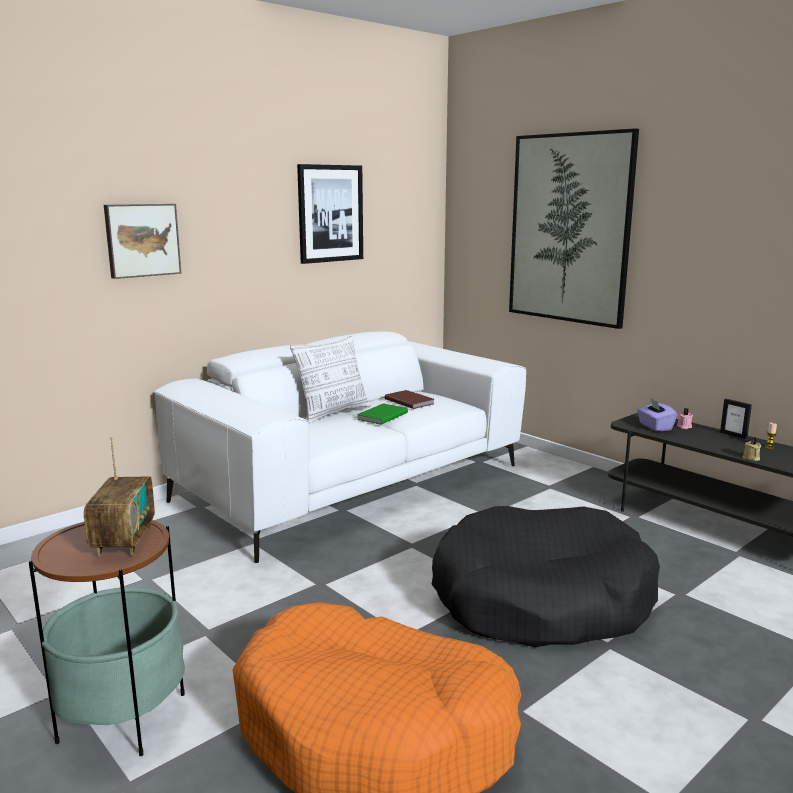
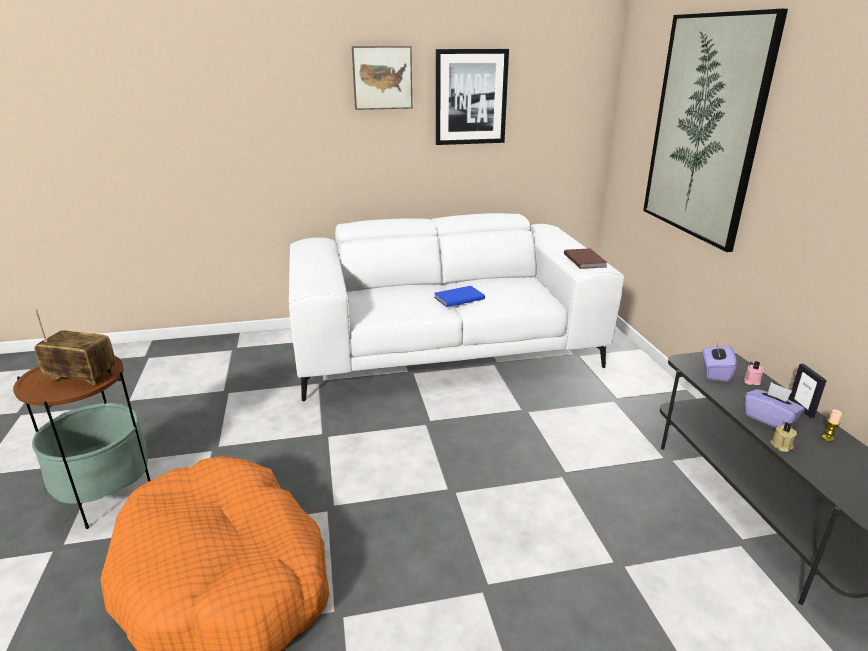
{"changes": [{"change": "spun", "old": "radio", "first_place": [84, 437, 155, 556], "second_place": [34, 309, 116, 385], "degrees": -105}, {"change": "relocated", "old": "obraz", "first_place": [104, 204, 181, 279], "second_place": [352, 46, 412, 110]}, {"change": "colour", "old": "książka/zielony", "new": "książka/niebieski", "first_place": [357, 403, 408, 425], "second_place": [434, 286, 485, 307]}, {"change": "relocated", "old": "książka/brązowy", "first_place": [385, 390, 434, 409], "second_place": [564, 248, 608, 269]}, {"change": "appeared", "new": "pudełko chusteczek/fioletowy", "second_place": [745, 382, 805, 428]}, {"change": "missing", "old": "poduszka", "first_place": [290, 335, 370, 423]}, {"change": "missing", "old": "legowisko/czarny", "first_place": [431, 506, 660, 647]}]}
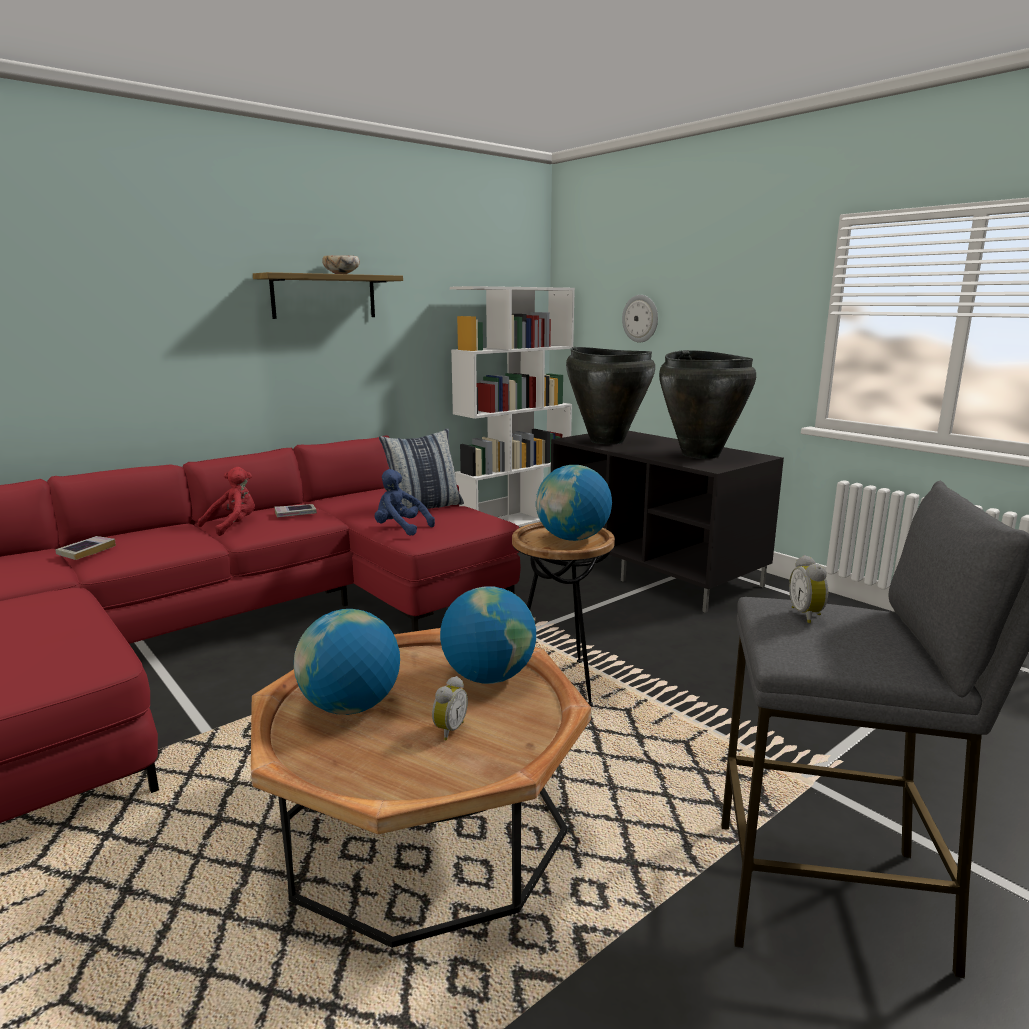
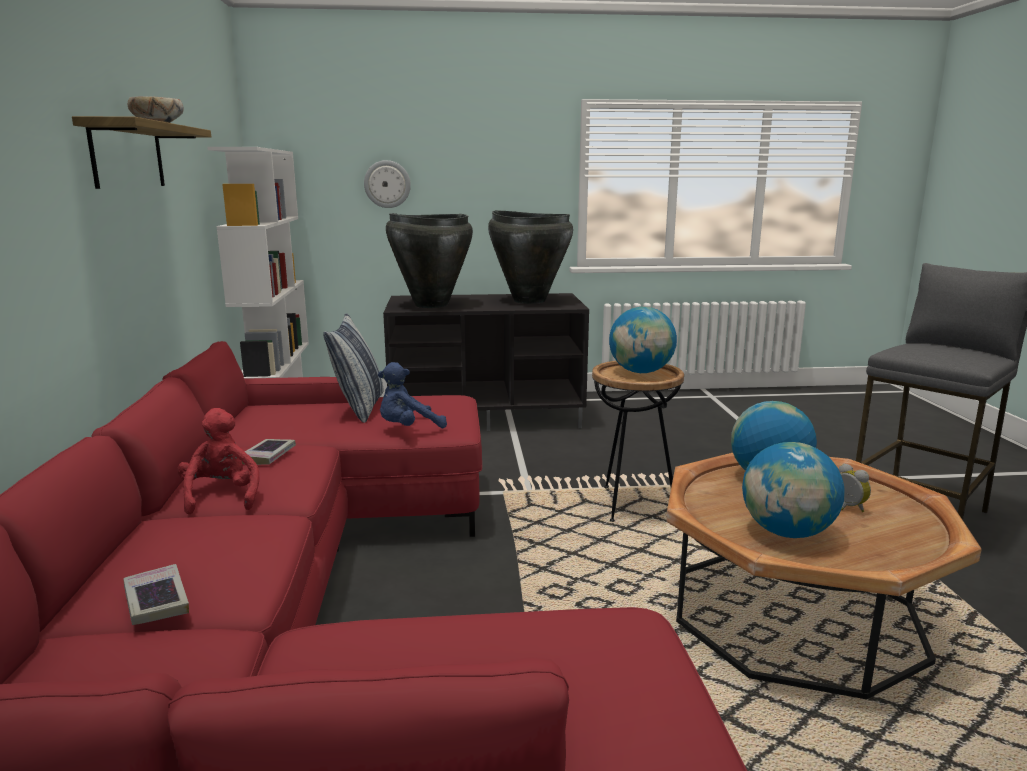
{"changes": [{"change": "missing", "old": "budzik", "first_place": [789, 555, 828, 623]}]}
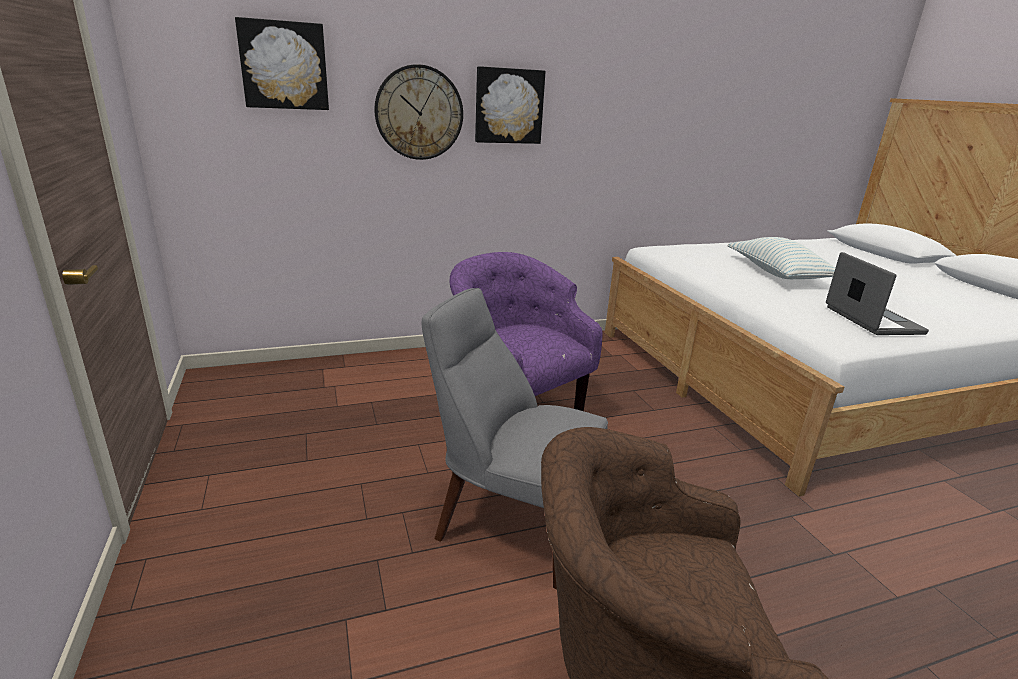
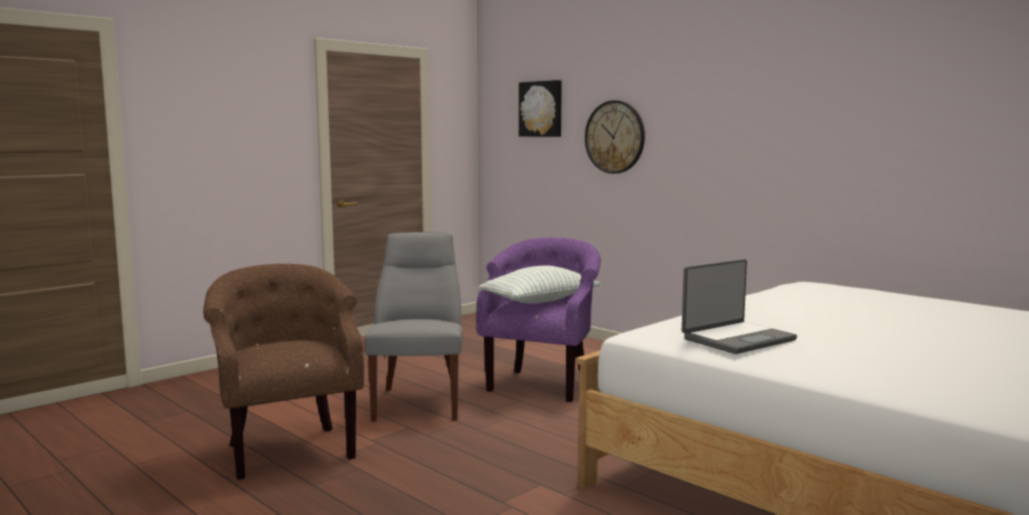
{"changes": [{"change": "relocated", "old": "poduszka", "first_place": [727, 237, 835, 279], "second_place": [479, 265, 601, 304]}, {"change": "missing", "old": "obraz", "first_place": [475, 66, 546, 144]}]}
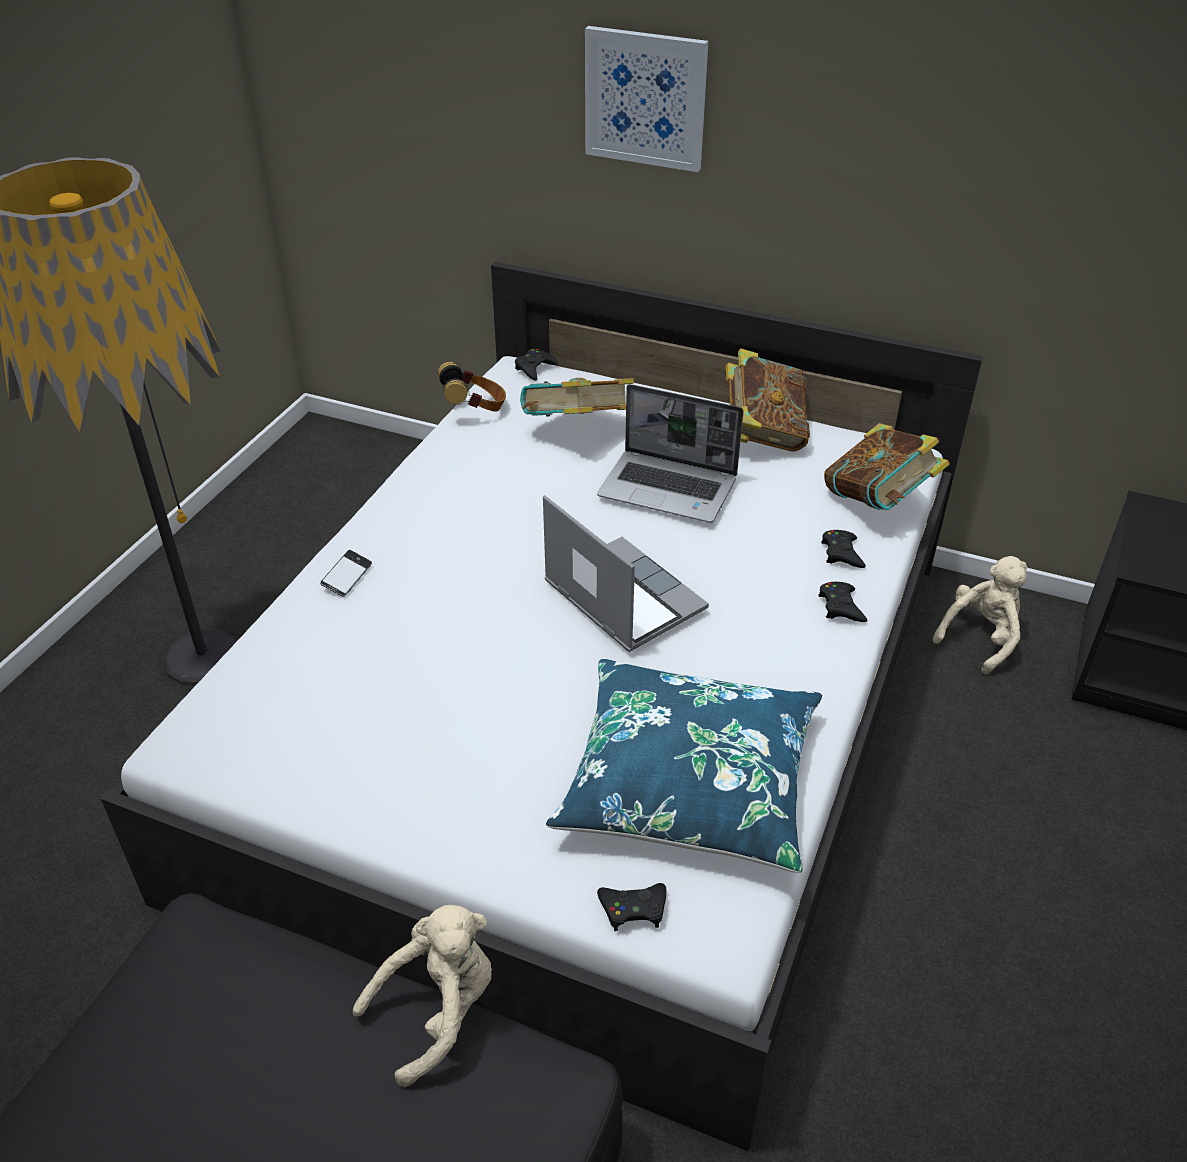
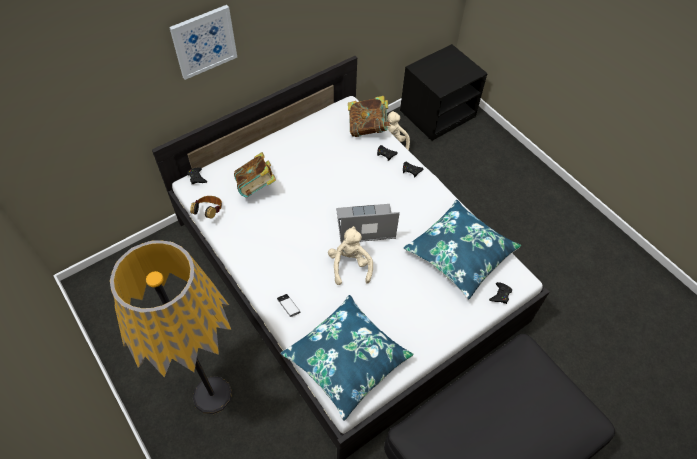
{"changes": [{"change": "appeared", "new": "poduszka/niebieski", "second_place": [281, 295, 414, 421]}, {"change": "relocated", "old": "pluszak/beżowy", "first_place": [353, 905, 492, 1087], "second_place": [328, 226, 373, 285]}, {"change": "missing", "old": "laptop", "first_place": [597, 384, 743, 523]}, {"change": "missing", "old": "książka", "first_place": [726, 348, 810, 452]}]}
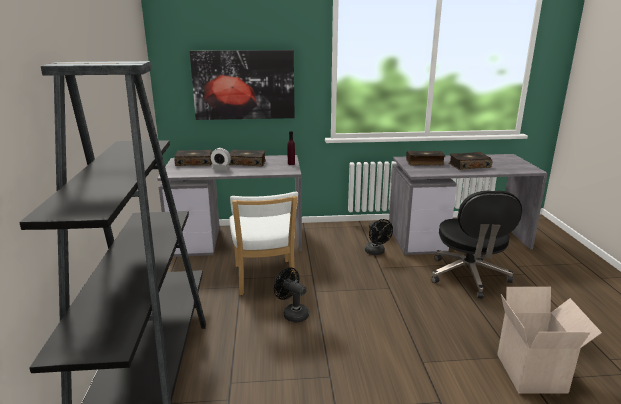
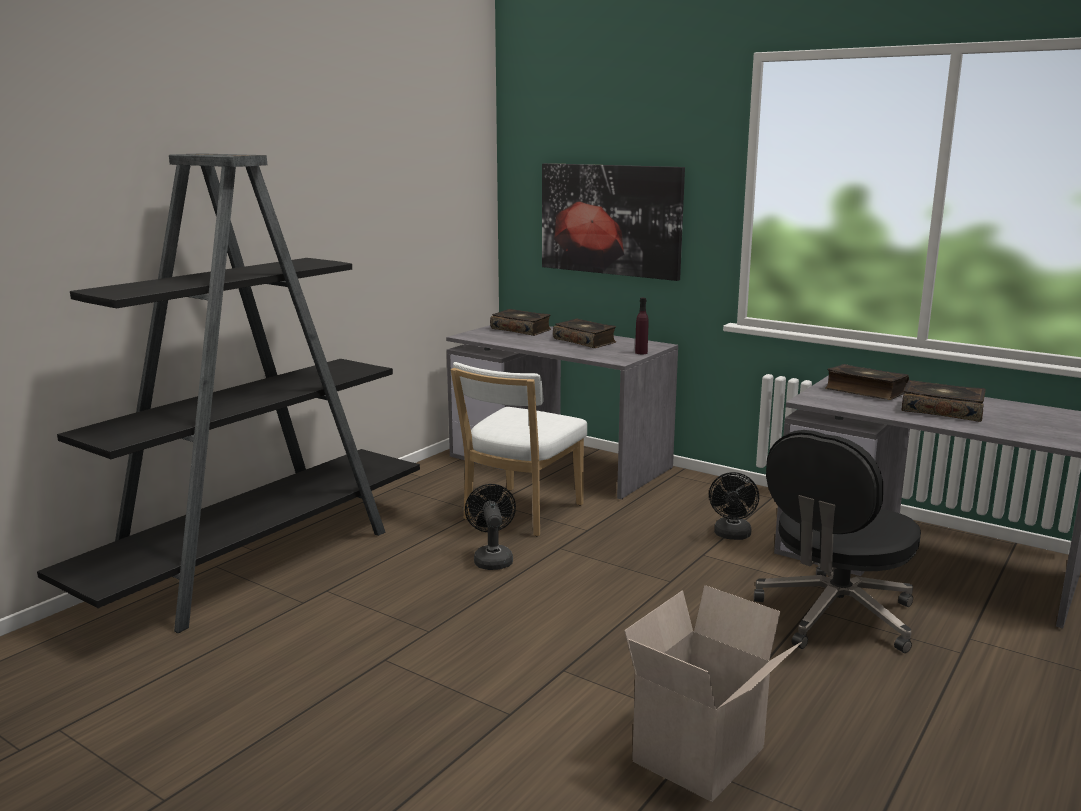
{"changes": [{"change": "missing", "old": "budzik", "first_place": [210, 148, 231, 171]}]}
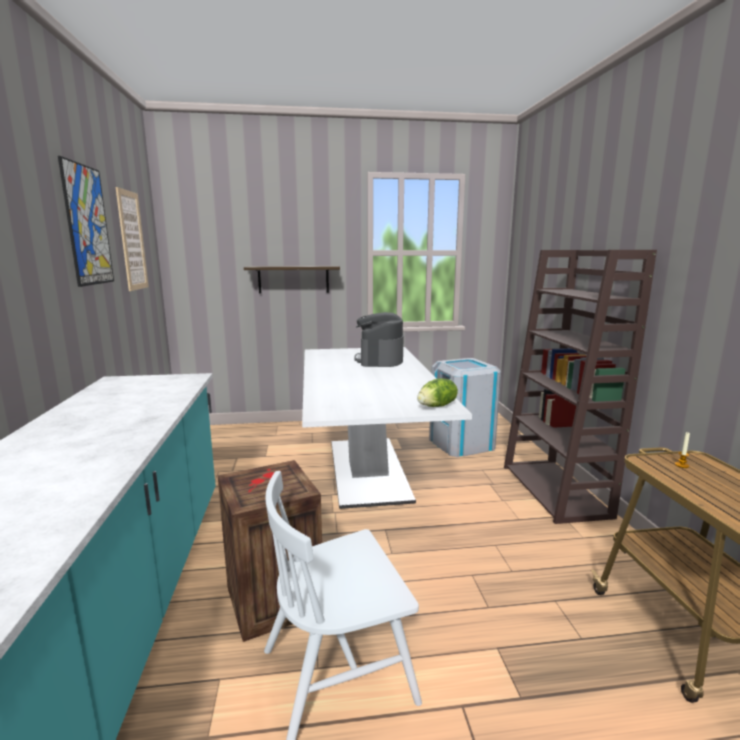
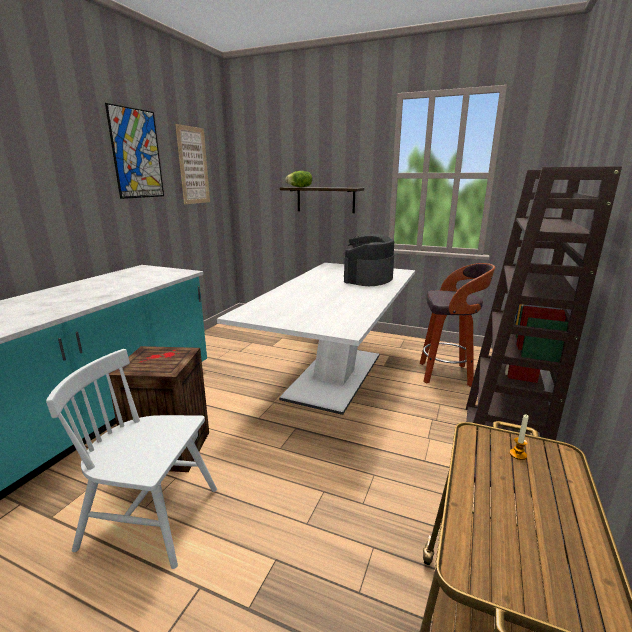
{"changes": [{"change": "relocated", "old": "sałata", "first_place": [417, 378, 458, 407], "second_place": [285, 171, 312, 187]}, {"change": "exchanged", "old": "kosz na śmieci/szary", "new": "stołek", "first_place": [429, 358, 501, 457], "second_place": [420, 263, 495, 387]}]}
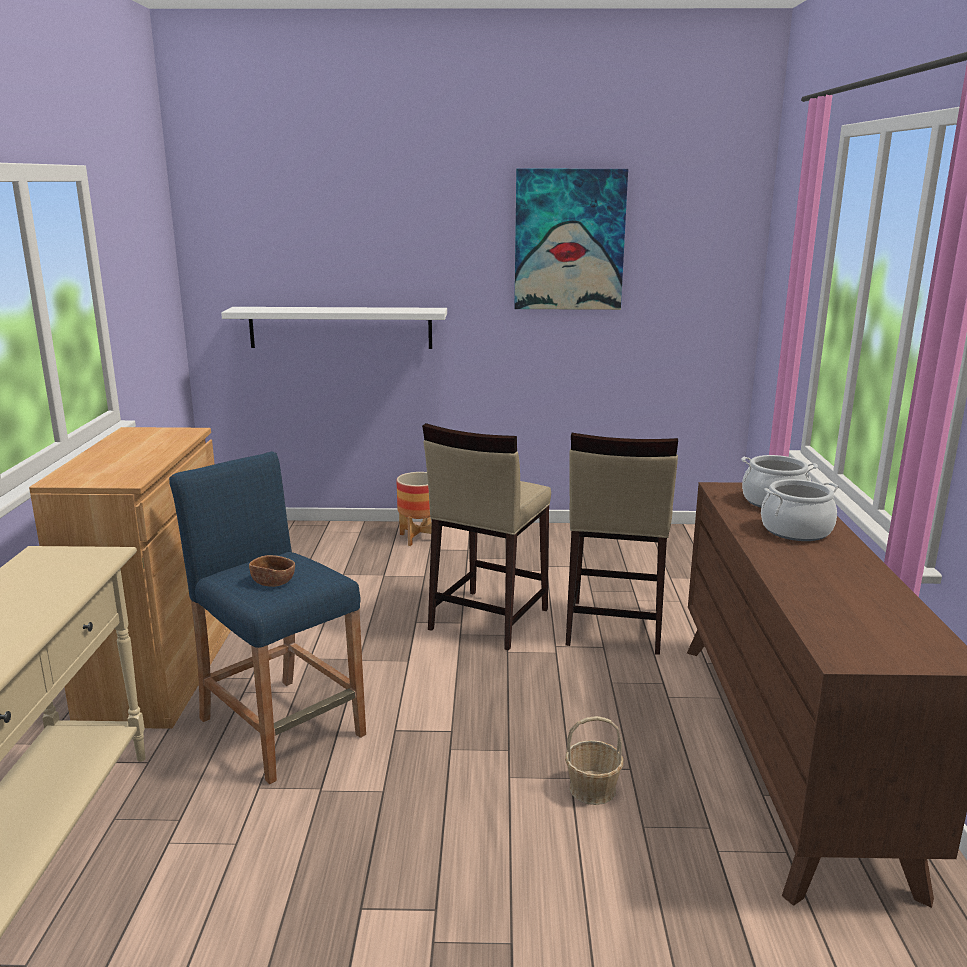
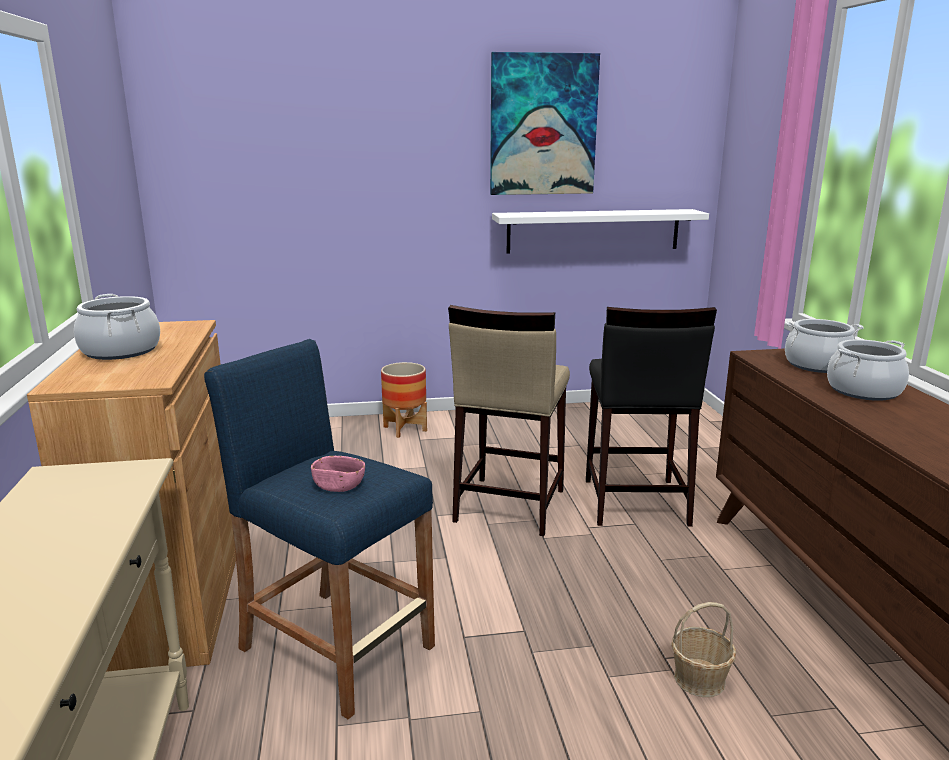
{"changes": [{"change": "appeared", "new": "garnek", "second_place": [74, 294, 160, 360]}, {"change": "colour", "old": "miska/brązowy", "new": "miska/różowy", "first_place": [249, 555, 295, 587], "second_place": [311, 456, 365, 492]}, {"change": "relocated", "old": "półka/biały", "first_place": [221, 307, 447, 349], "second_place": [492, 209, 709, 254]}, {"change": "colour", "old": "stołek/beżowy", "new": "stołek/czarny", "first_place": [566, 433, 678, 655], "second_place": [586, 307, 717, 527]}]}
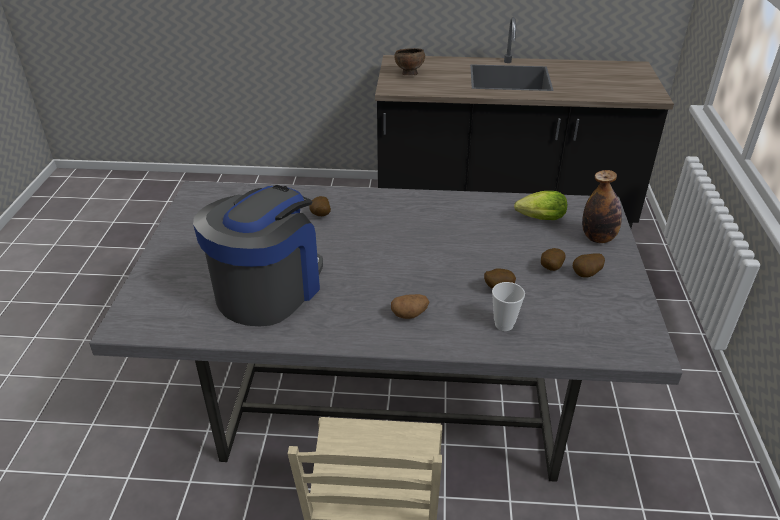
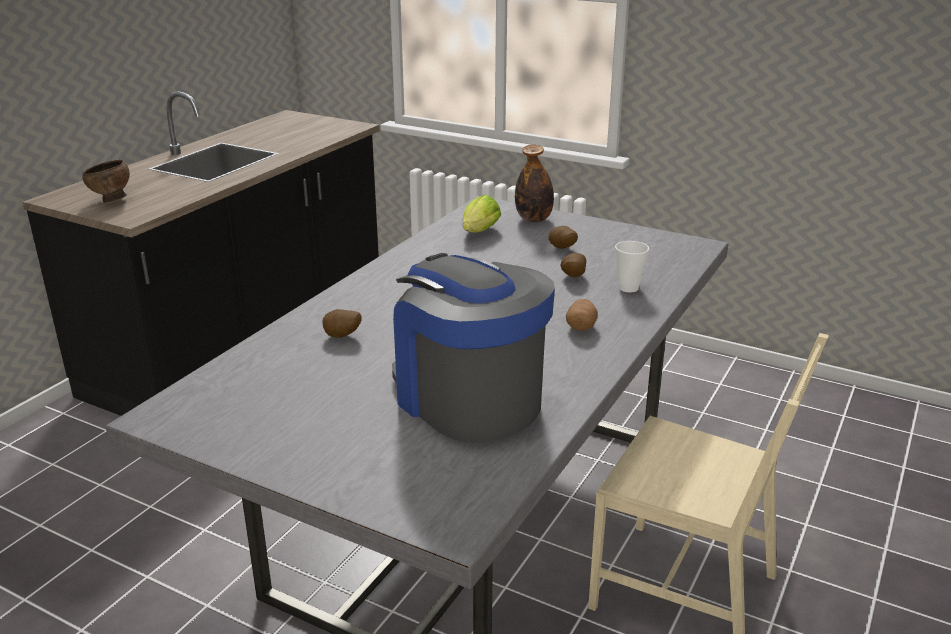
{"changes": [{"change": "missing", "old": "ziemniak", "first_place": [573, 253, 605, 277]}]}
